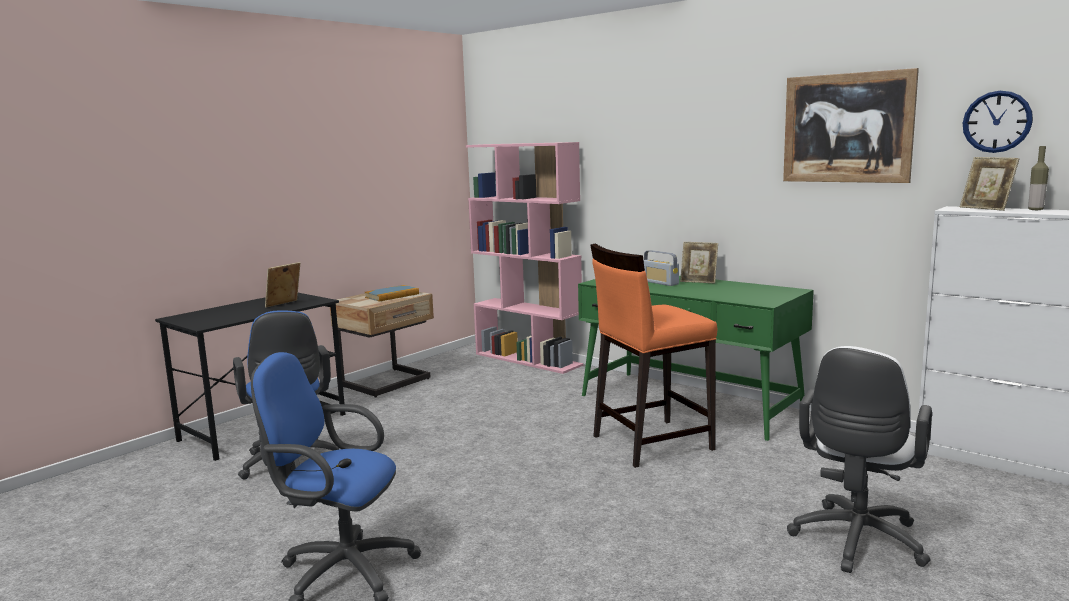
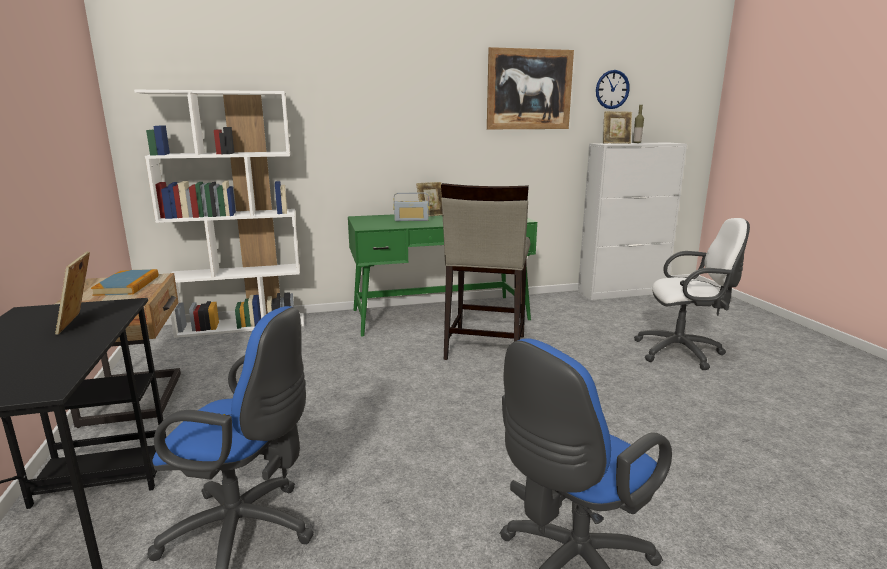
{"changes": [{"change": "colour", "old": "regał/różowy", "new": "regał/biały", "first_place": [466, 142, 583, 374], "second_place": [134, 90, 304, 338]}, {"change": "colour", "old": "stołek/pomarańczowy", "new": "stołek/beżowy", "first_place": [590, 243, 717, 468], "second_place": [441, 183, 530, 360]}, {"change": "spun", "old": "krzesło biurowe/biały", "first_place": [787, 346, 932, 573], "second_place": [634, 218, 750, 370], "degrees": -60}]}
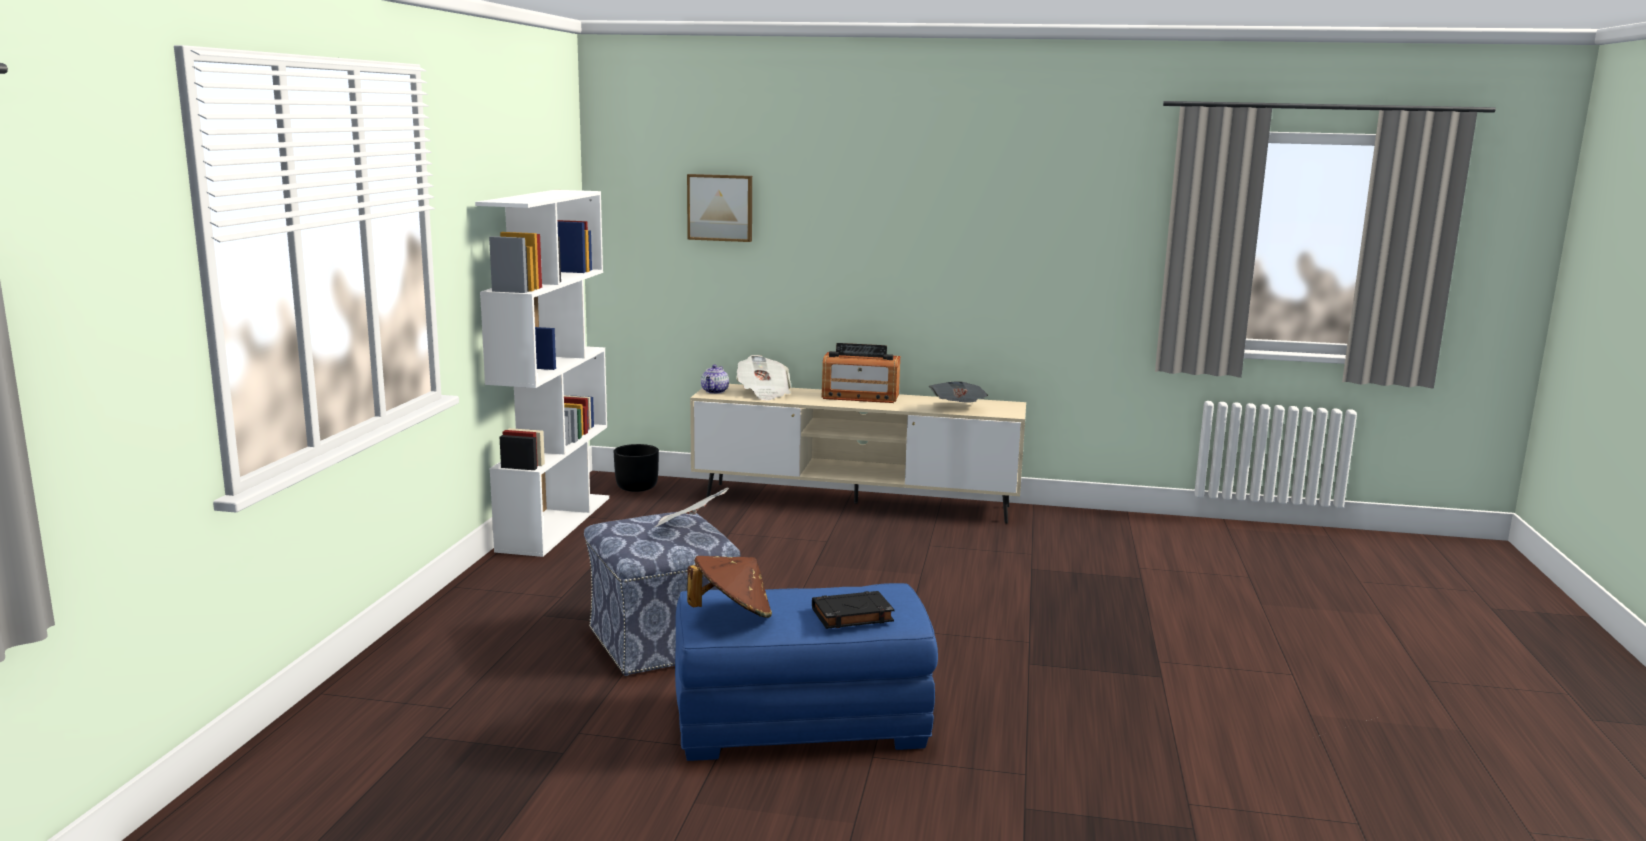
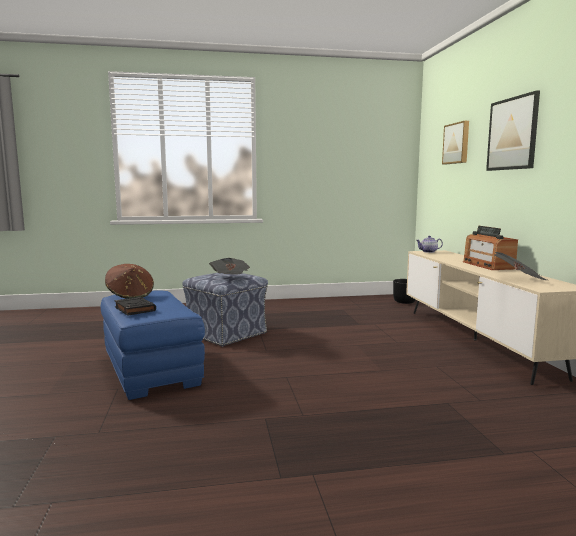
{"changes": [{"change": "appeared", "new": "obraz", "second_place": [486, 90, 540, 171]}, {"change": "missing", "old": "regał/biały", "first_place": [475, 190, 609, 557]}, {"change": "missing", "old": "gazeta", "first_place": [736, 355, 791, 401]}]}
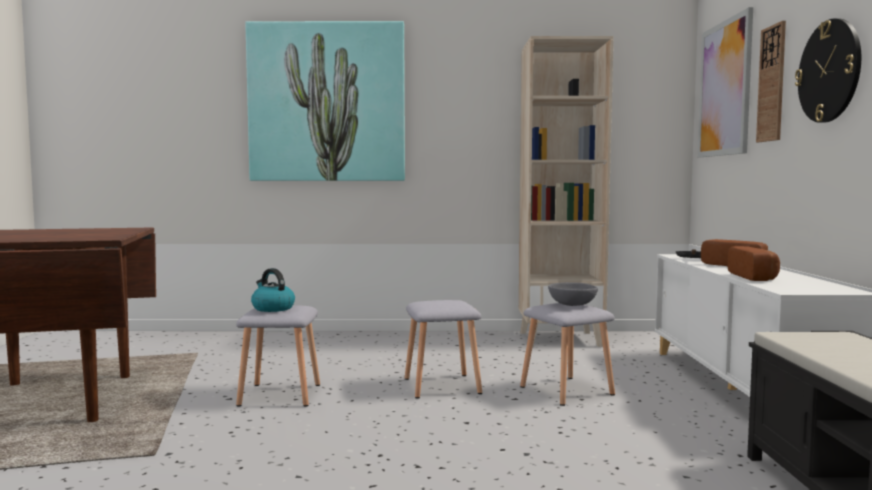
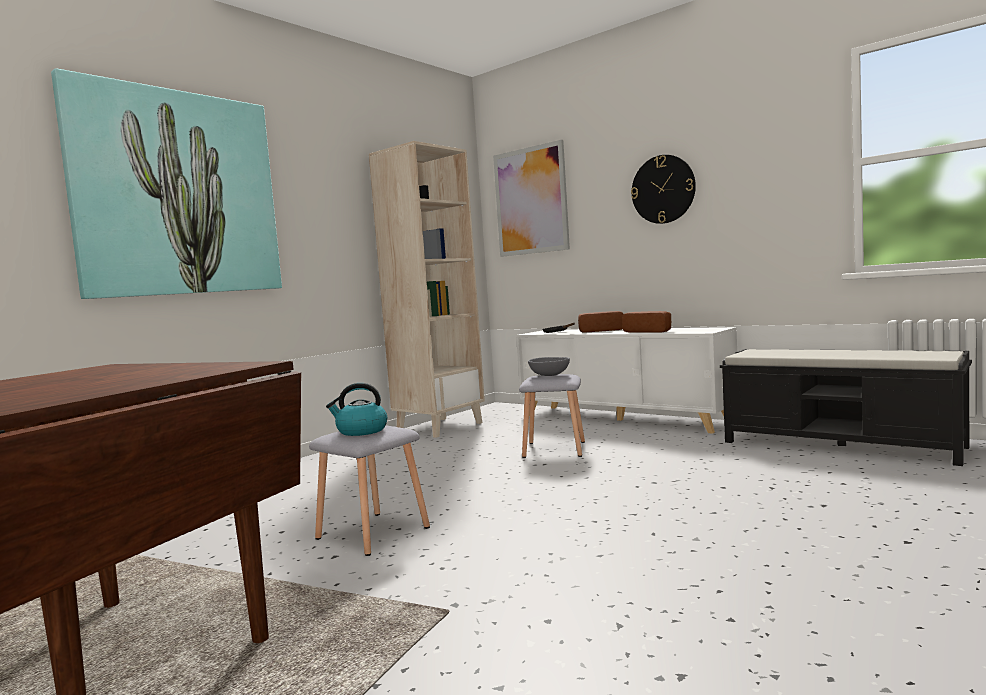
{"changes": [{"change": "missing", "old": "stołek/szary", "first_place": [405, 300, 482, 399]}, {"change": "missing", "old": "zegar ścienny", "first_place": [756, 21, 786, 142]}]}
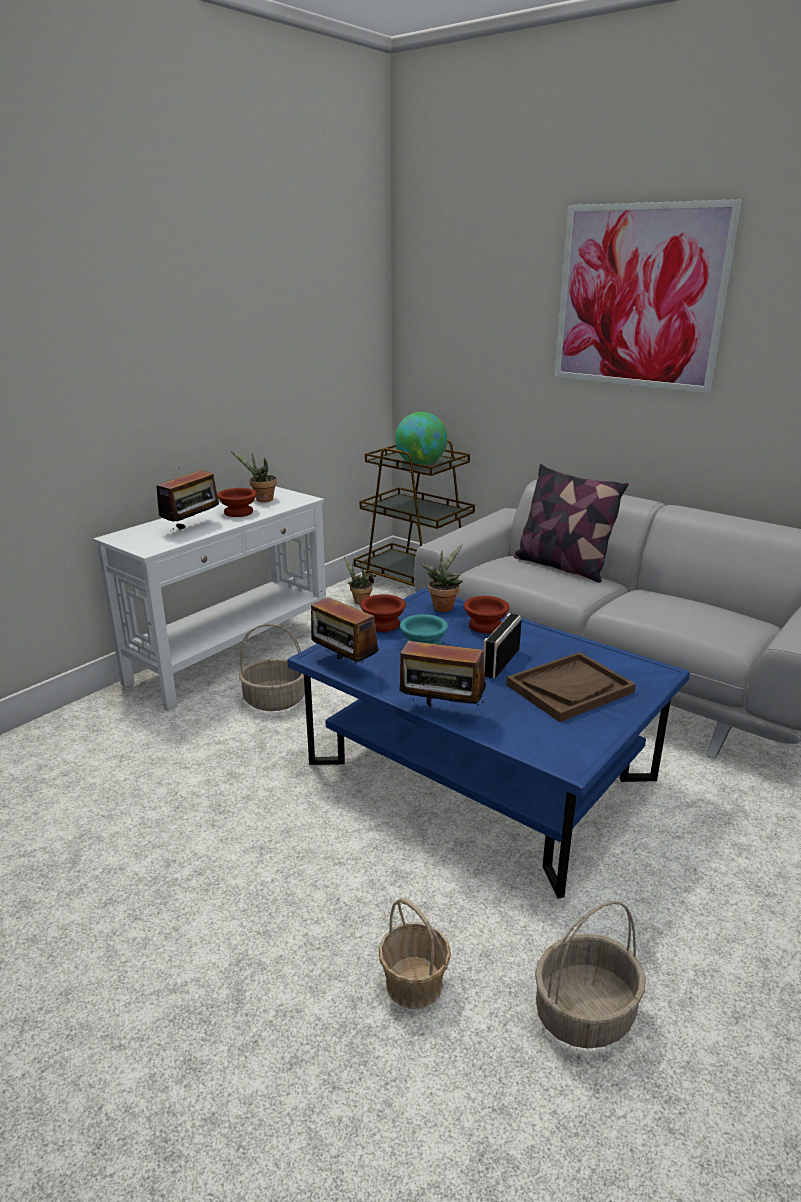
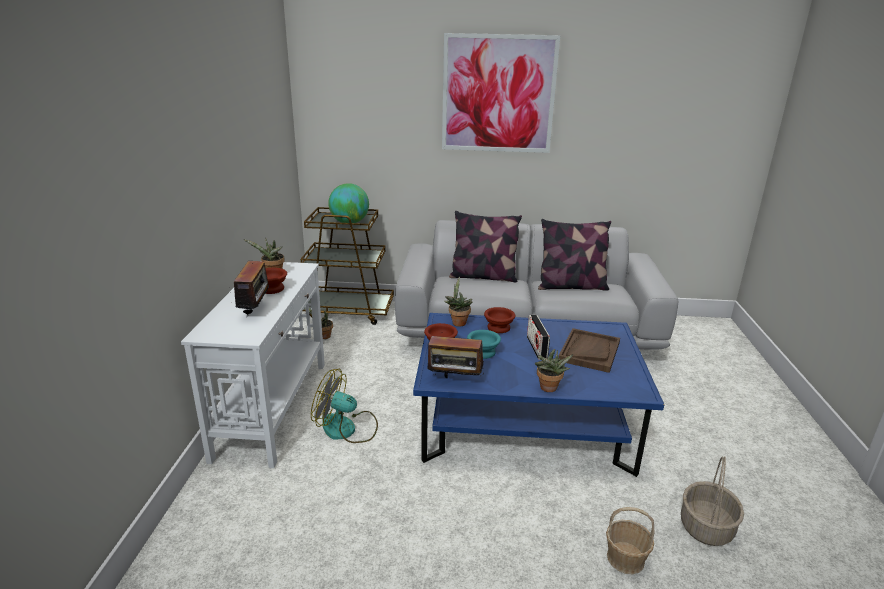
{"changes": [{"change": "exchanged", "old": "koszyk", "new": "wentylator", "first_place": [239, 624, 305, 711], "second_place": [311, 369, 378, 443]}, {"change": "exchanged", "old": "radio", "new": "roślina doniczkowa", "first_place": [399, 635, 486, 706], "second_place": [535, 349, 573, 392]}, {"change": "appeared", "new": "poduszka", "second_place": [538, 219, 611, 291]}]}
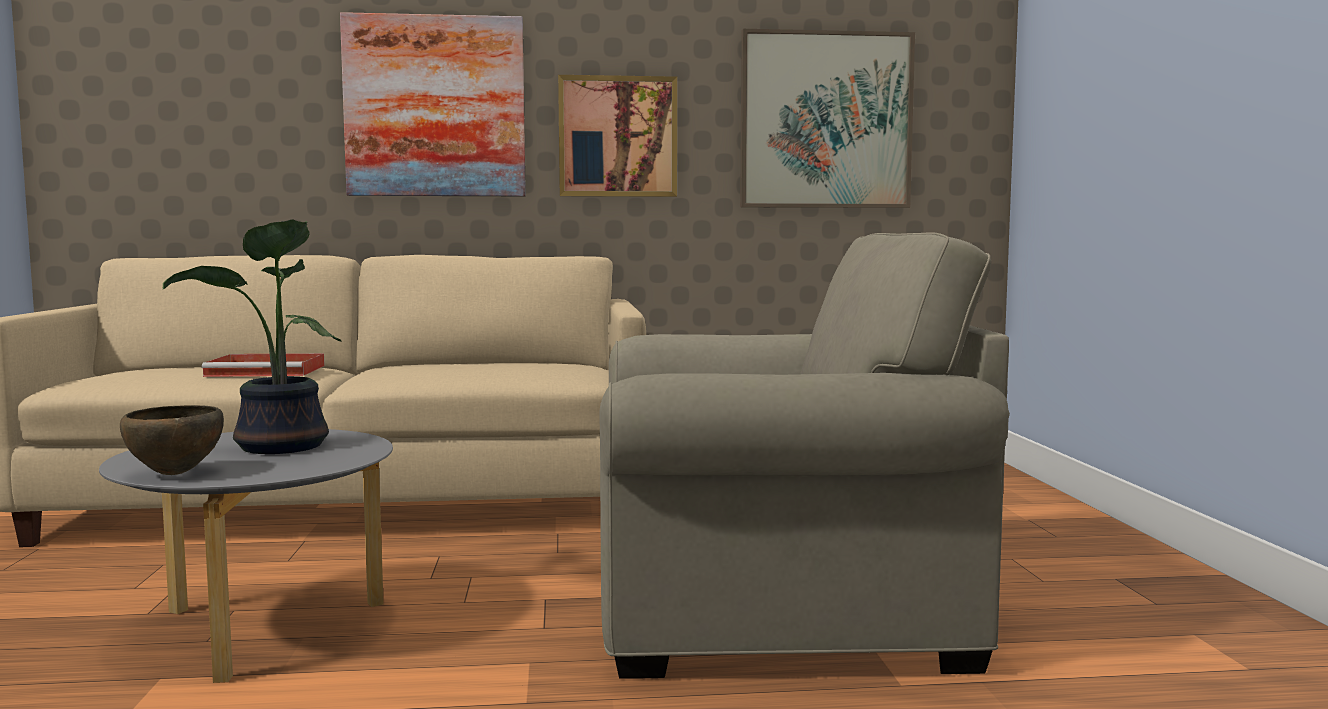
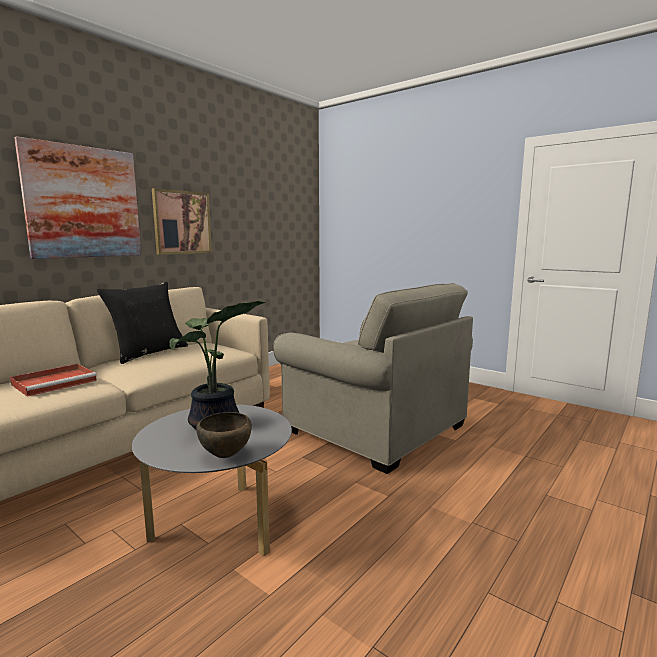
{"changes": [{"change": "appeared", "new": "poduszka/czarny", "second_place": [97, 282, 188, 364]}, {"change": "spun", "old": "fotel/beżowy", "first_place": [599, 232, 1010, 679], "second_place": [273, 283, 473, 474], "degrees": 90}, {"change": "missing", "old": "obraz", "first_place": [740, 29, 915, 208]}]}
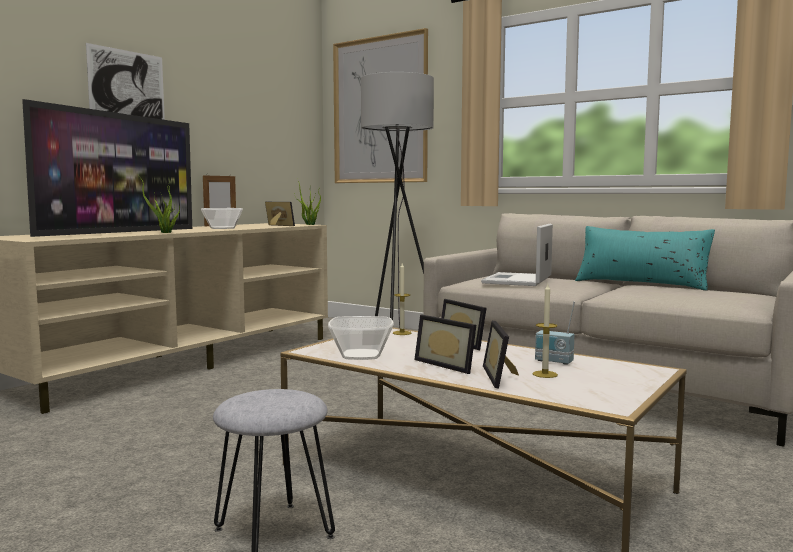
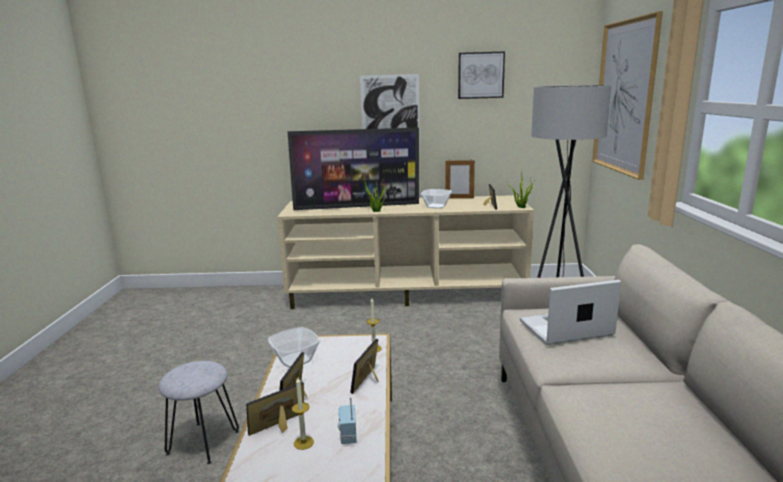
{"changes": [{"change": "appeared", "new": "obraz", "second_place": [458, 52, 505, 99]}, {"change": "missing", "old": "poduszka/turkusowy", "first_place": [575, 226, 715, 291]}]}
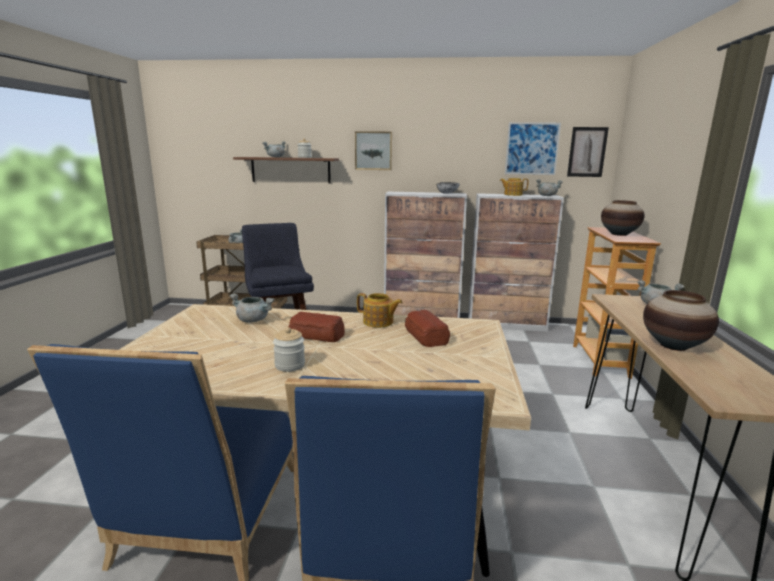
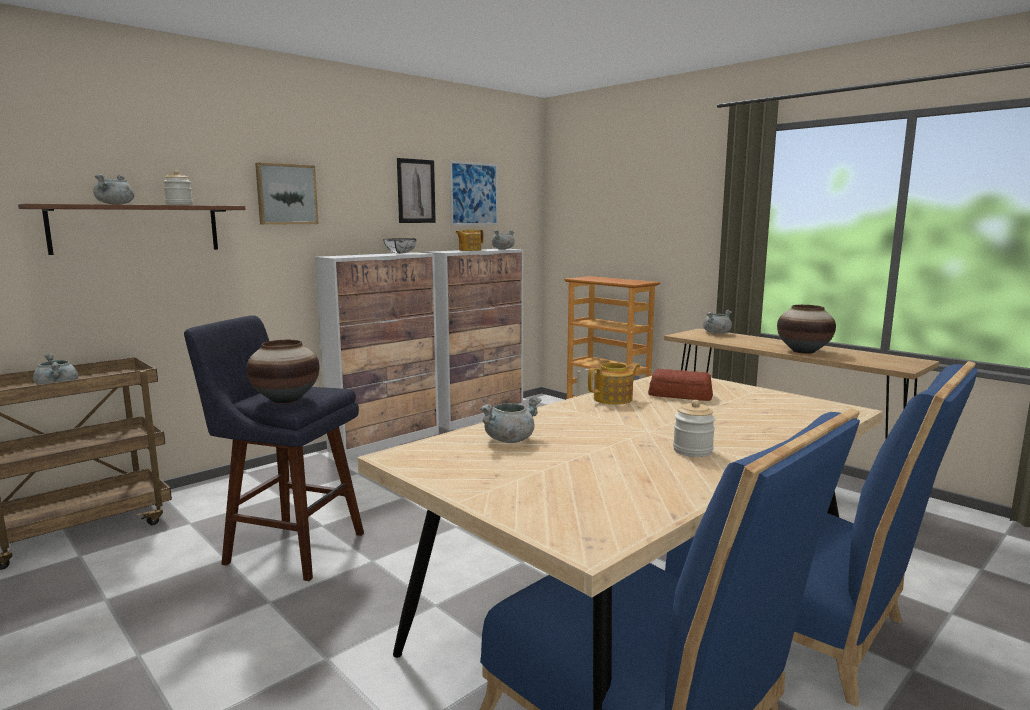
{"changes": [{"change": "relocated", "old": "wazon", "first_place": [601, 200, 645, 236], "second_place": [246, 340, 320, 404]}, {"change": "relocated", "old": "obraz", "first_place": [567, 127, 609, 177], "second_place": [397, 158, 436, 223]}, {"change": "missing", "old": "chleb", "first_place": [288, 312, 345, 342]}]}
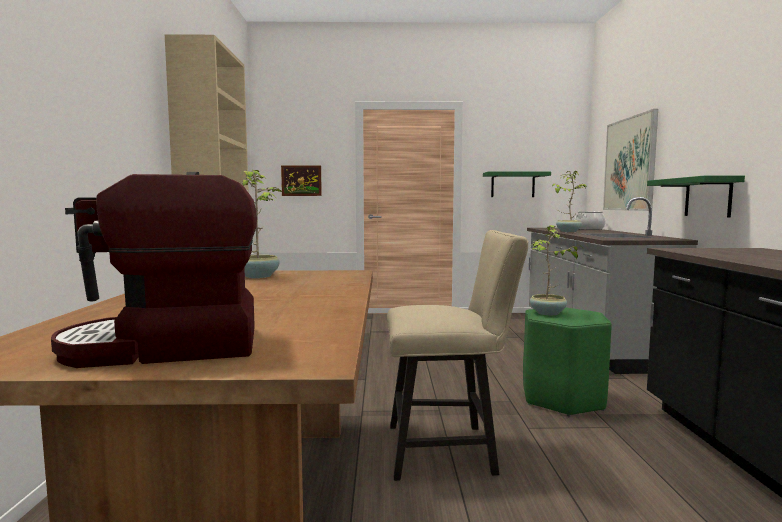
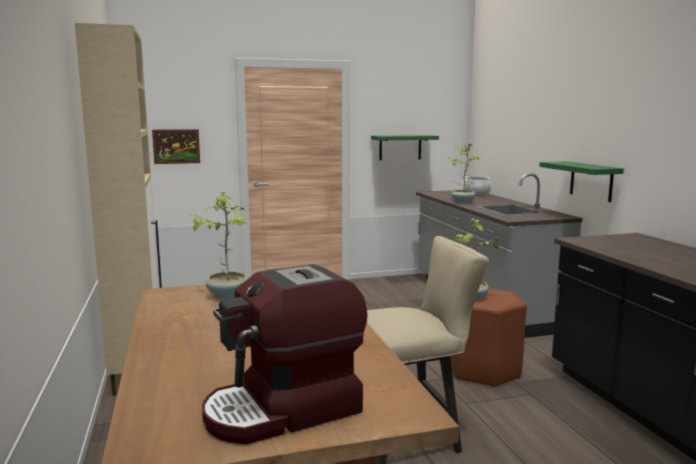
{"changes": [{"change": "colour", "old": "stołek/zielony", "new": "stołek/brązowy", "first_place": [523, 307, 612, 417], "second_place": [450, 289, 527, 388]}, {"change": "missing", "old": "obraz", "first_place": [603, 109, 658, 211]}]}
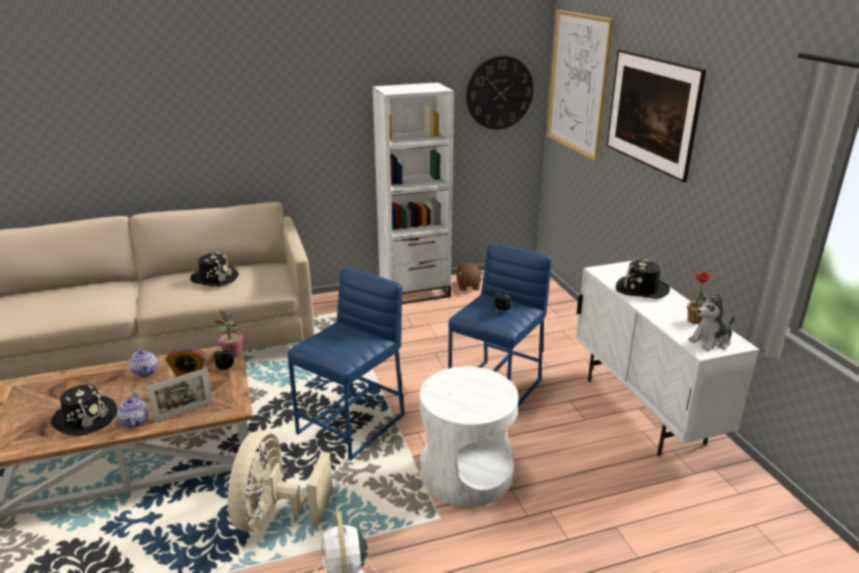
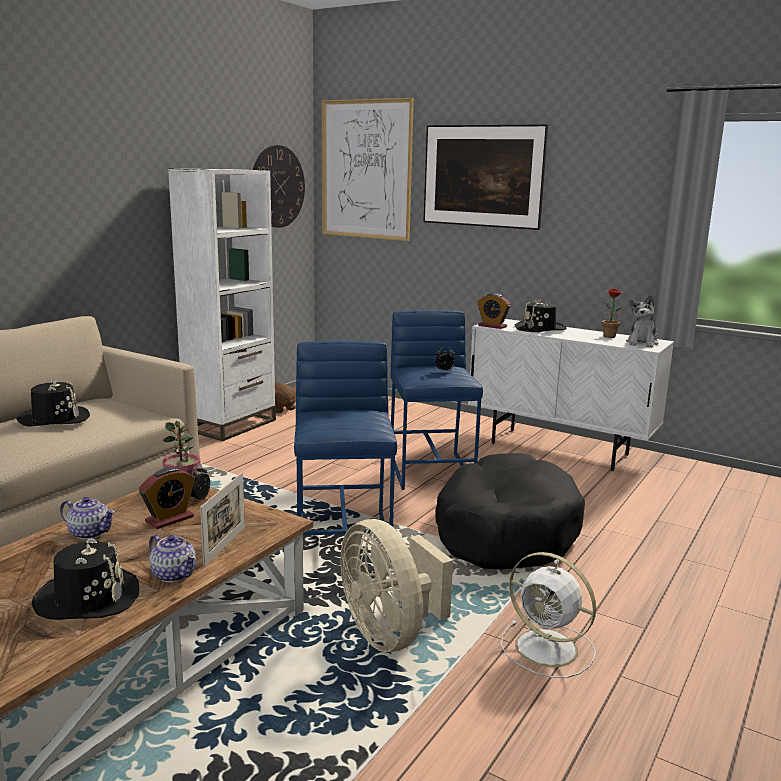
{"changes": [{"change": "exchanged", "old": "stolik/biały", "new": "legowisko/czarny", "first_place": [420, 366, 518, 506], "second_place": [435, 453, 585, 569]}, {"change": "appeared", "new": "budzik", "second_place": [477, 293, 511, 329]}]}
